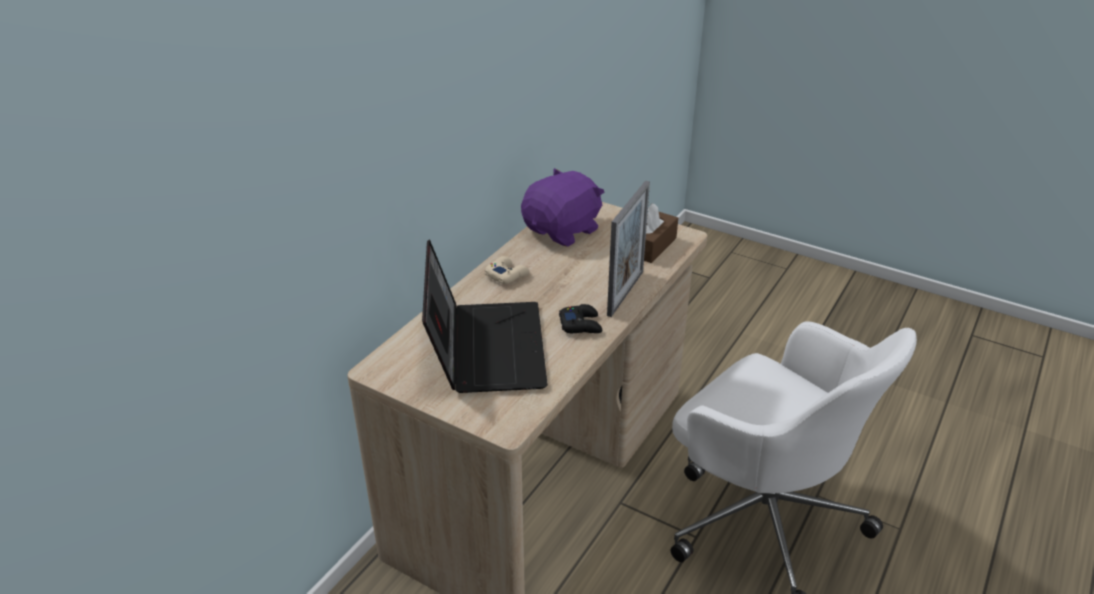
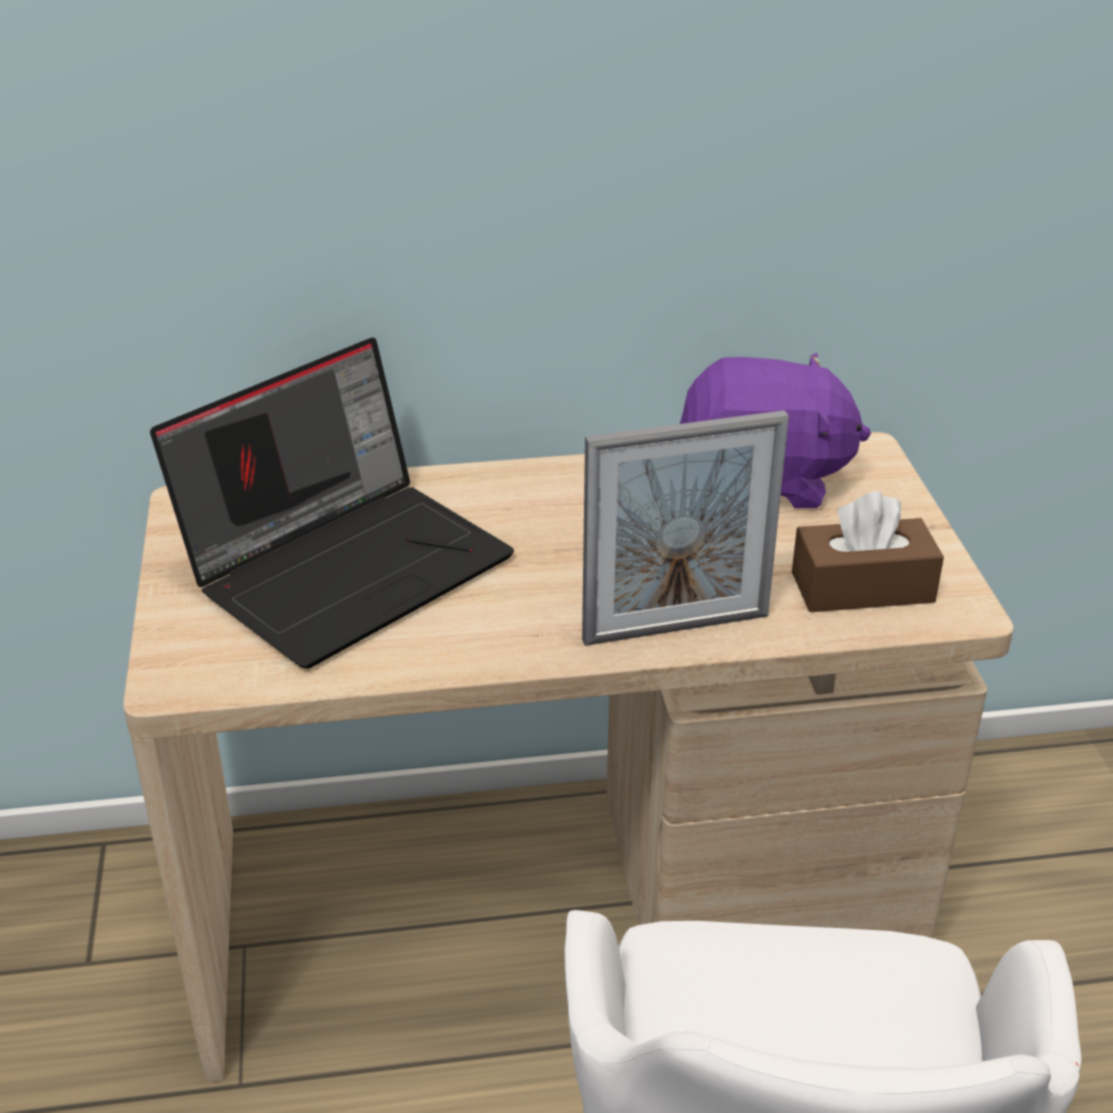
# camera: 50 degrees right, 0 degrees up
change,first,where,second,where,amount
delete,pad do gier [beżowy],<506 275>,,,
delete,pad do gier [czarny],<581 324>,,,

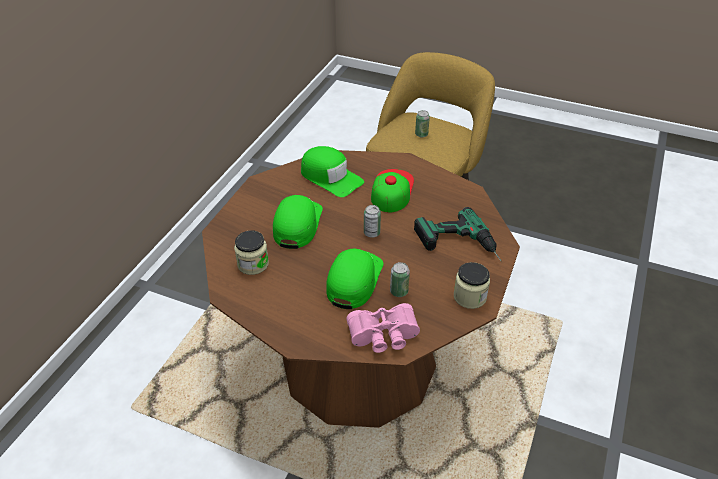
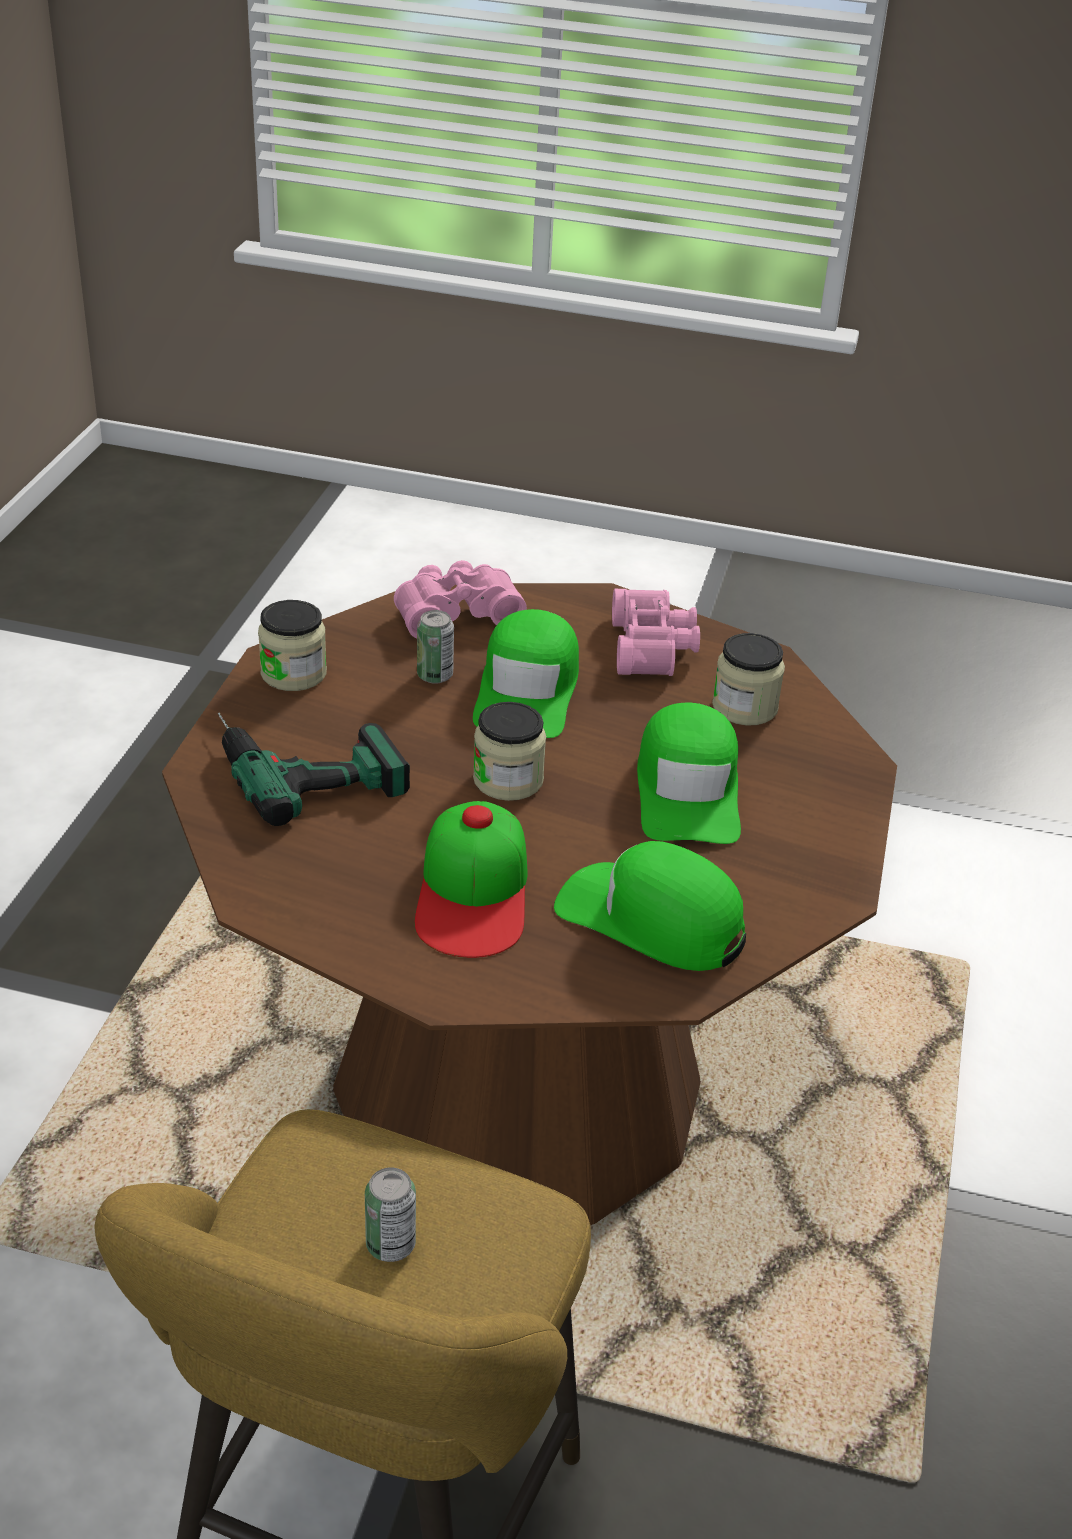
# camera: 170 degrees right, 5 degrees down
change,first,where,second,where,amount
insert,,,lornetka [różowy],<654 647>,
replace,puszka,<371 233>,słoik,<508 780>,

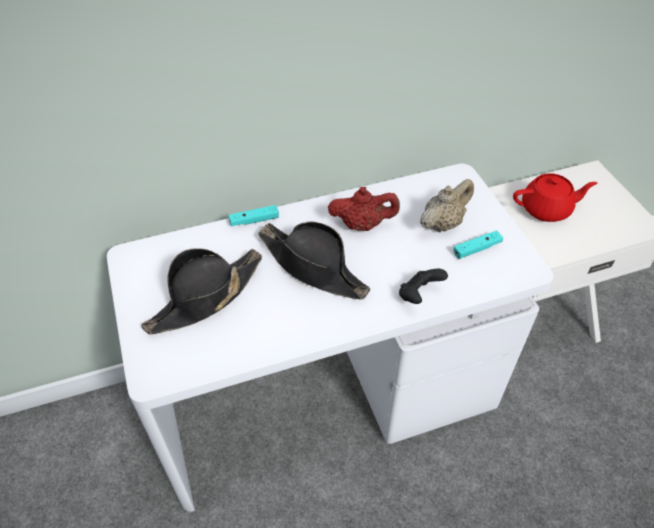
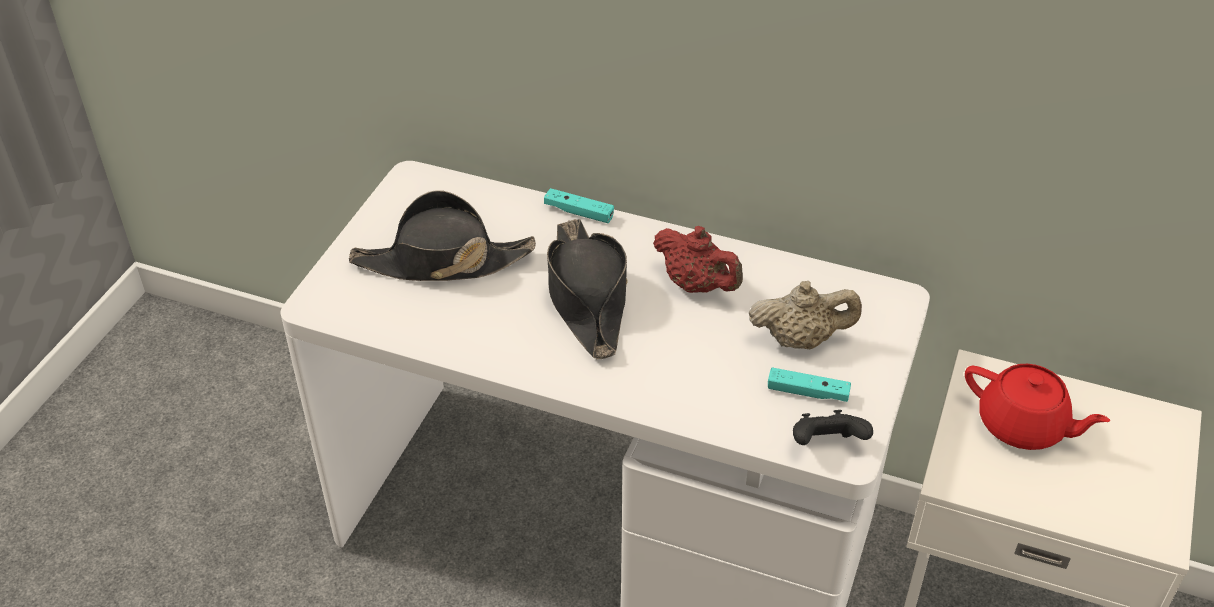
# camera: 40 degrees right, 5 degrees down
change,first,where,second,where,amount
move,pad do gier [czarny],<418 295>,,<826 445>,

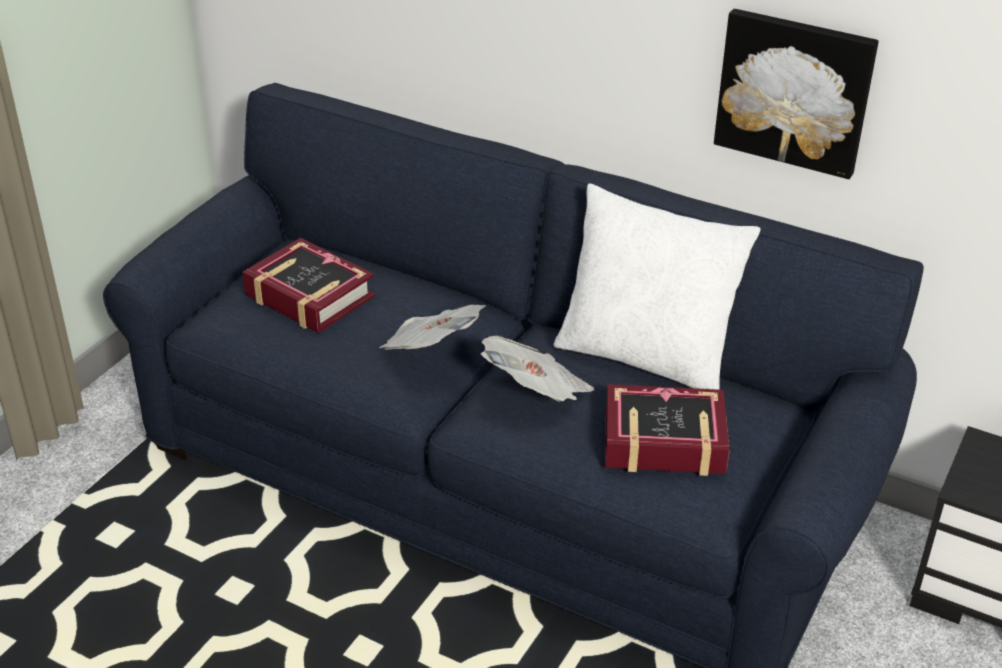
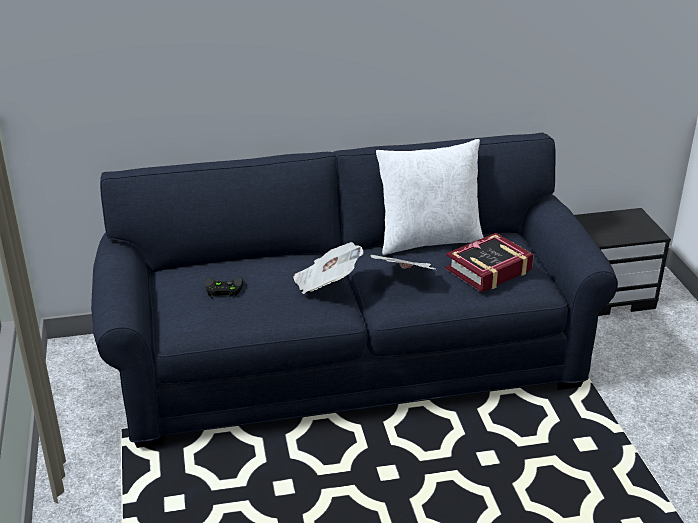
# camera: 40 degrees left, 5 degrees down
change,first,where,second,where,amount
delete,obraz,<794 91>,,,
replace,książka,<309 296>,pad do gier [czarny],<222 289>,

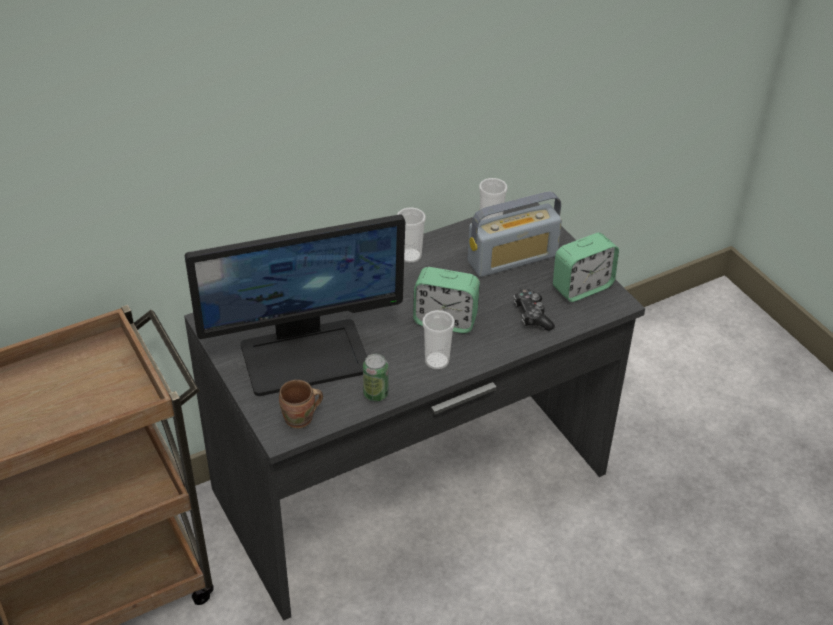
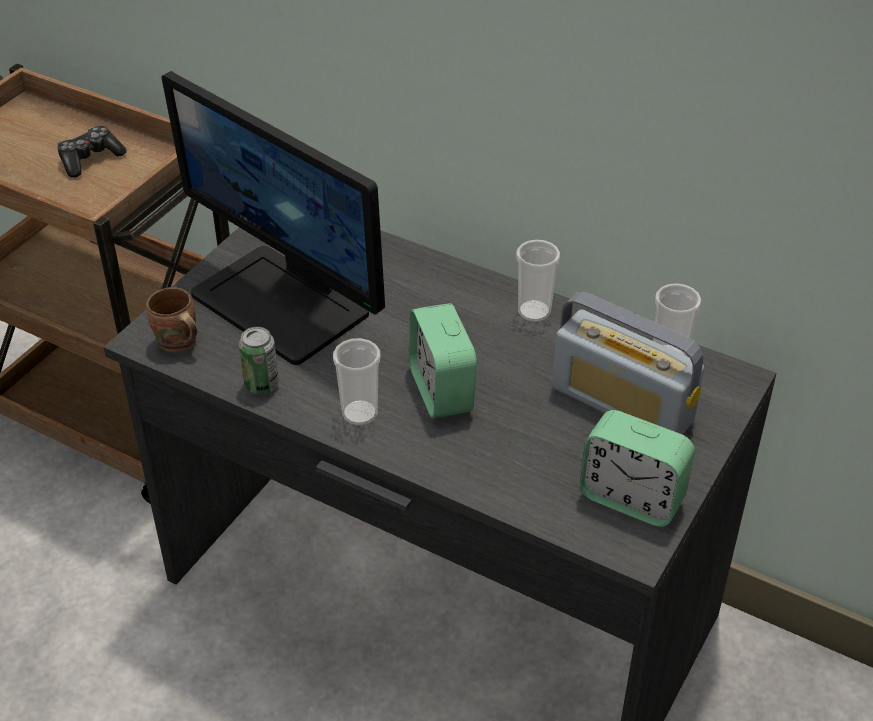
# camera: 60 degrees right, 0 degrees up
change,first,where,second,where,amount
move,pad do gier,<532 315>,,<90 159>,

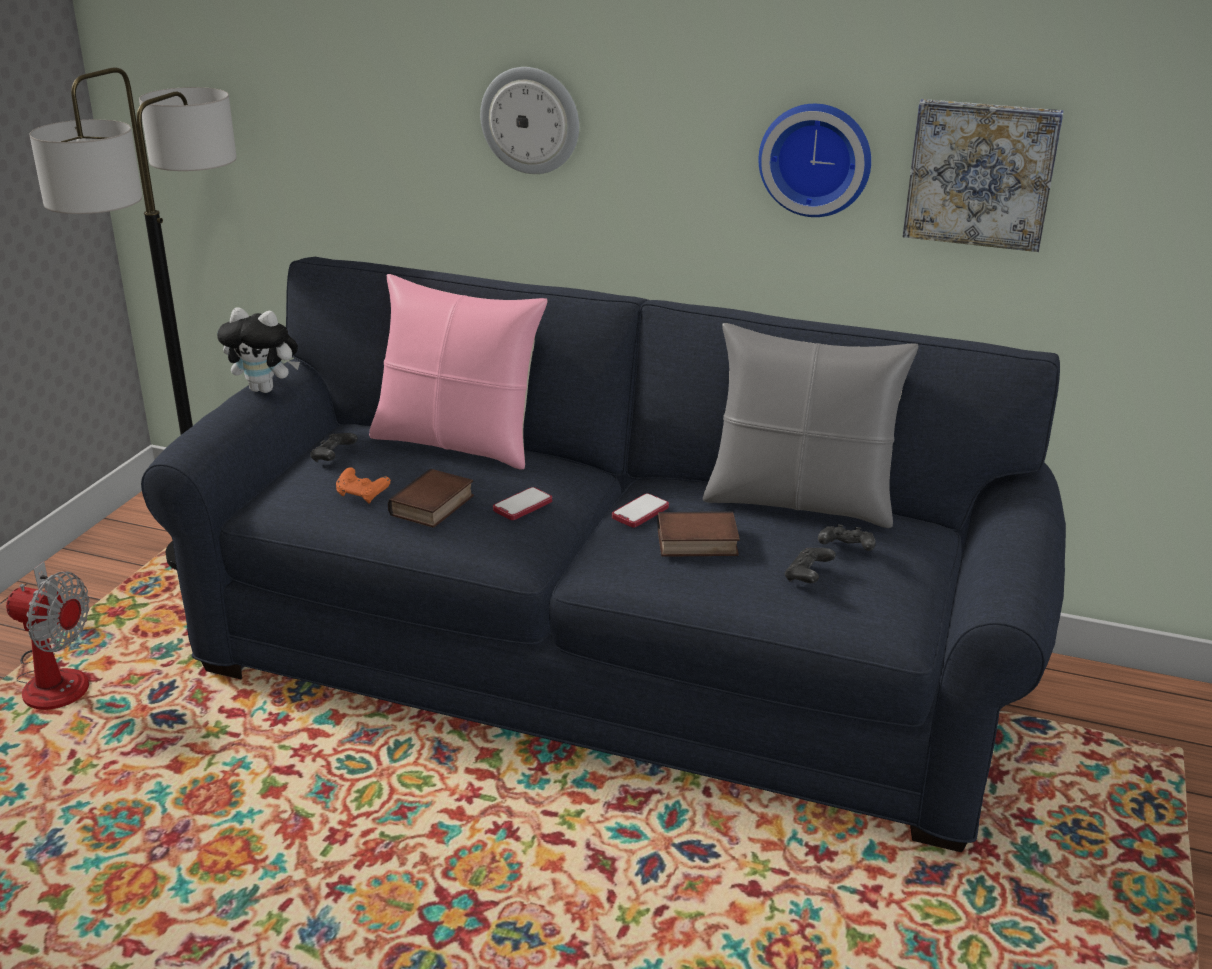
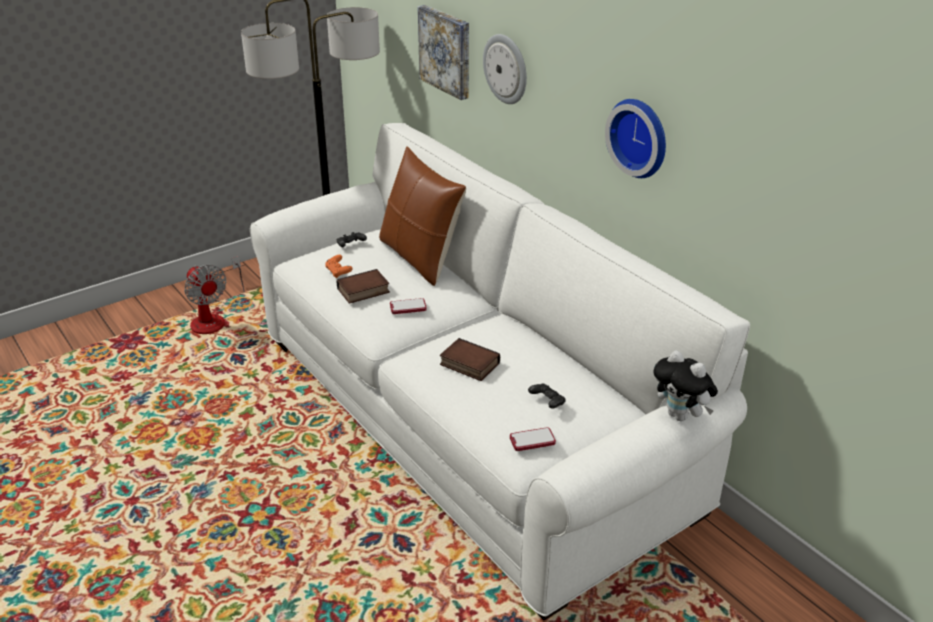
# camera: 35 degrees right, 5 degrees up
change,first,where,second,where,amount
delete,poduszka [szary],<799 502>,,,
delete,pad do gier [czarny],<808 577>,,,
move,pluszak,<266 389>,,<681 416>,
move,telefon,<640 512>,,<532 440>,
move,obraz,<981 173>,,<446 51>,
recolor,kanapa [niebieski],<604 664>,kanapa [biały],<466 420>,
recolor,poduszka [różowy],<457 443>,poduszka [brązowy],<420 258>,

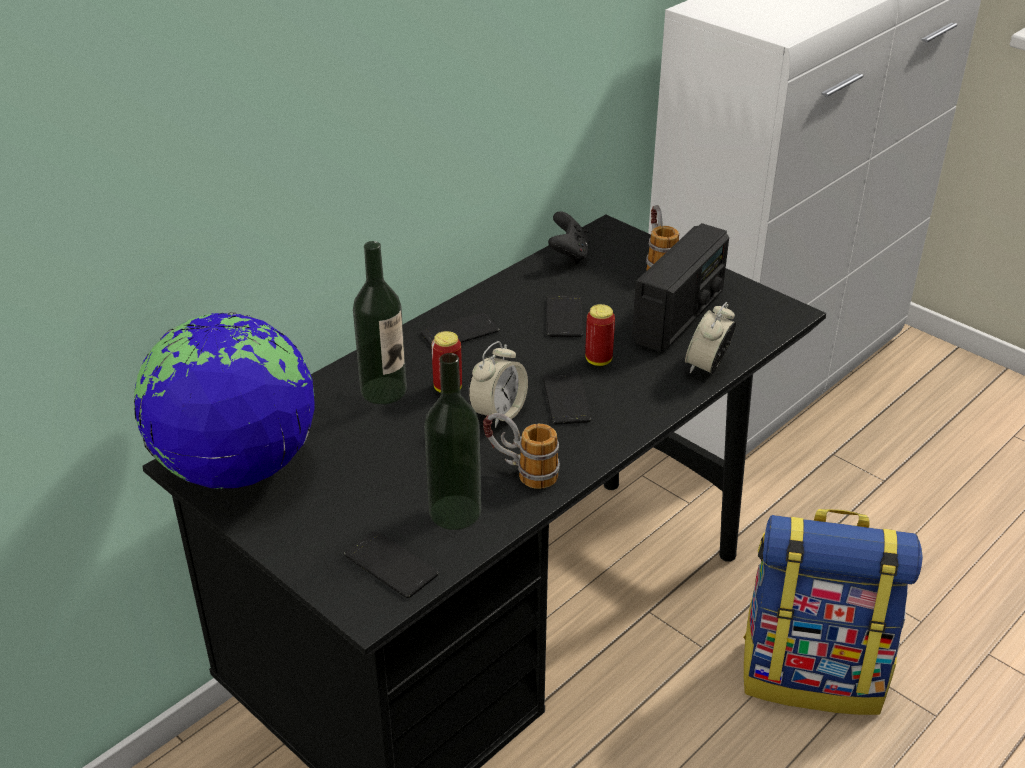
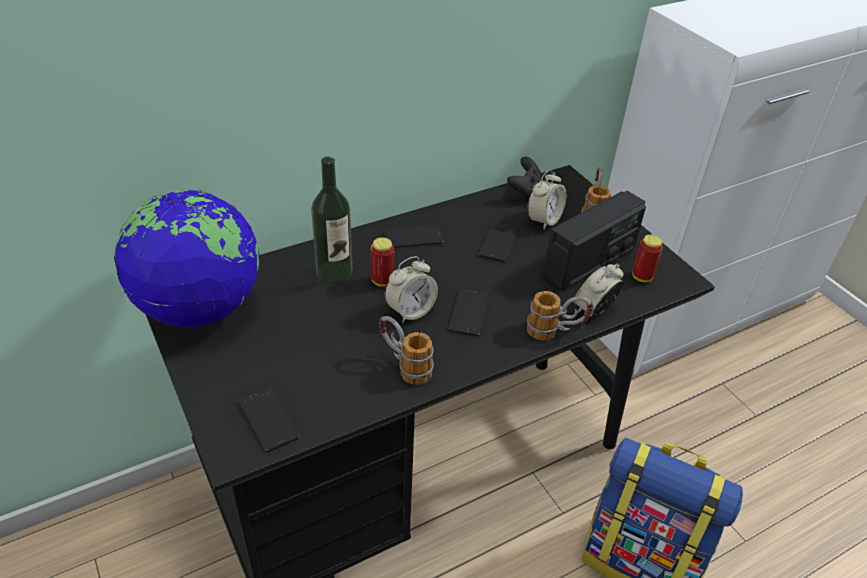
# camera: 15 degrees right, 5 degrees up
change,first,where,second,where,amount
delete,butelka,<455 512>,,,
insert,,,budzik,<543 220>,
insert,,,kubek,<555 332>,
move,puszka,<598 360>,,<641 277>,

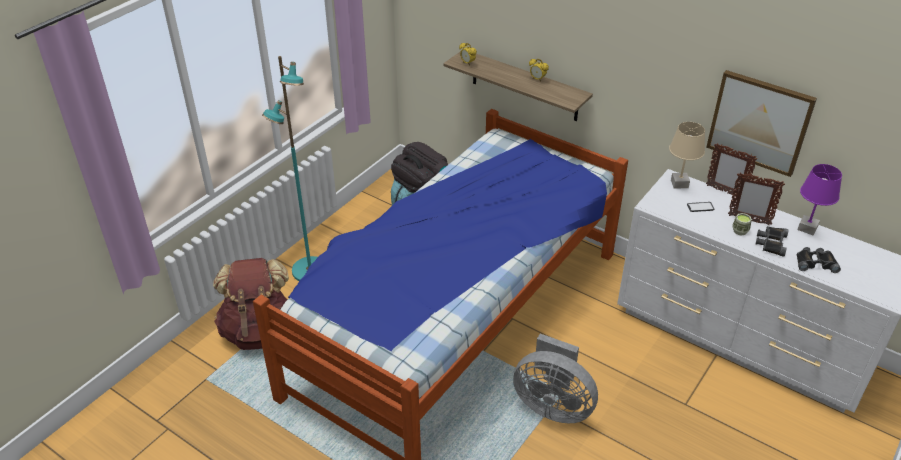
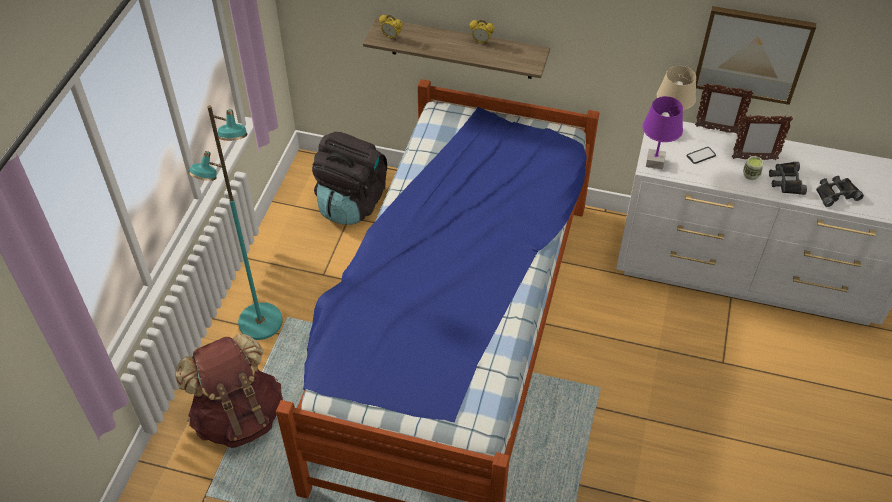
# camera: 20 degrees left, 10 degrees up
change,first,where,second,where,amount
delete,wentylator [szary],<552 405>,,,
move,lampa stołowa [fioletowy],<807 228>,,<655 162>,

